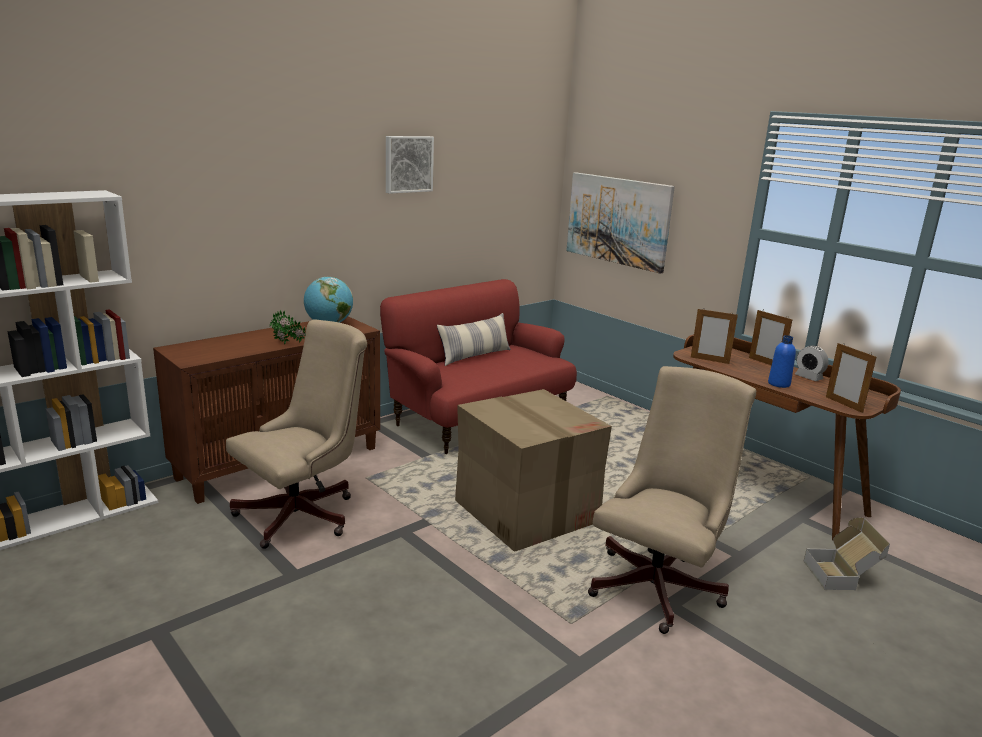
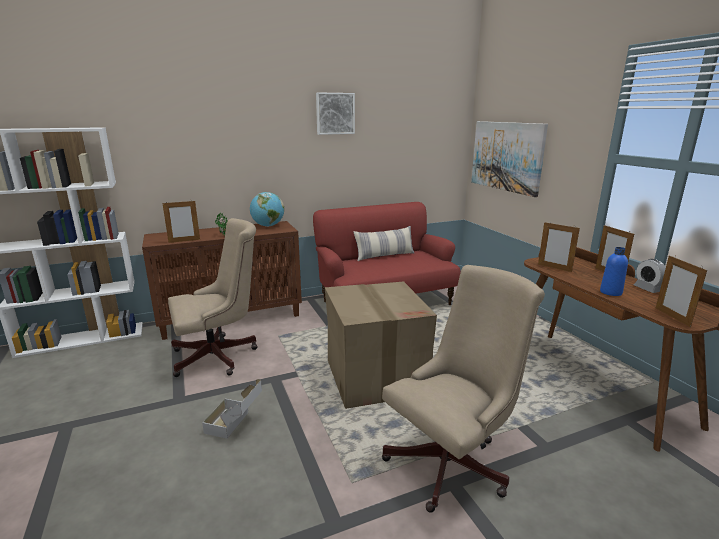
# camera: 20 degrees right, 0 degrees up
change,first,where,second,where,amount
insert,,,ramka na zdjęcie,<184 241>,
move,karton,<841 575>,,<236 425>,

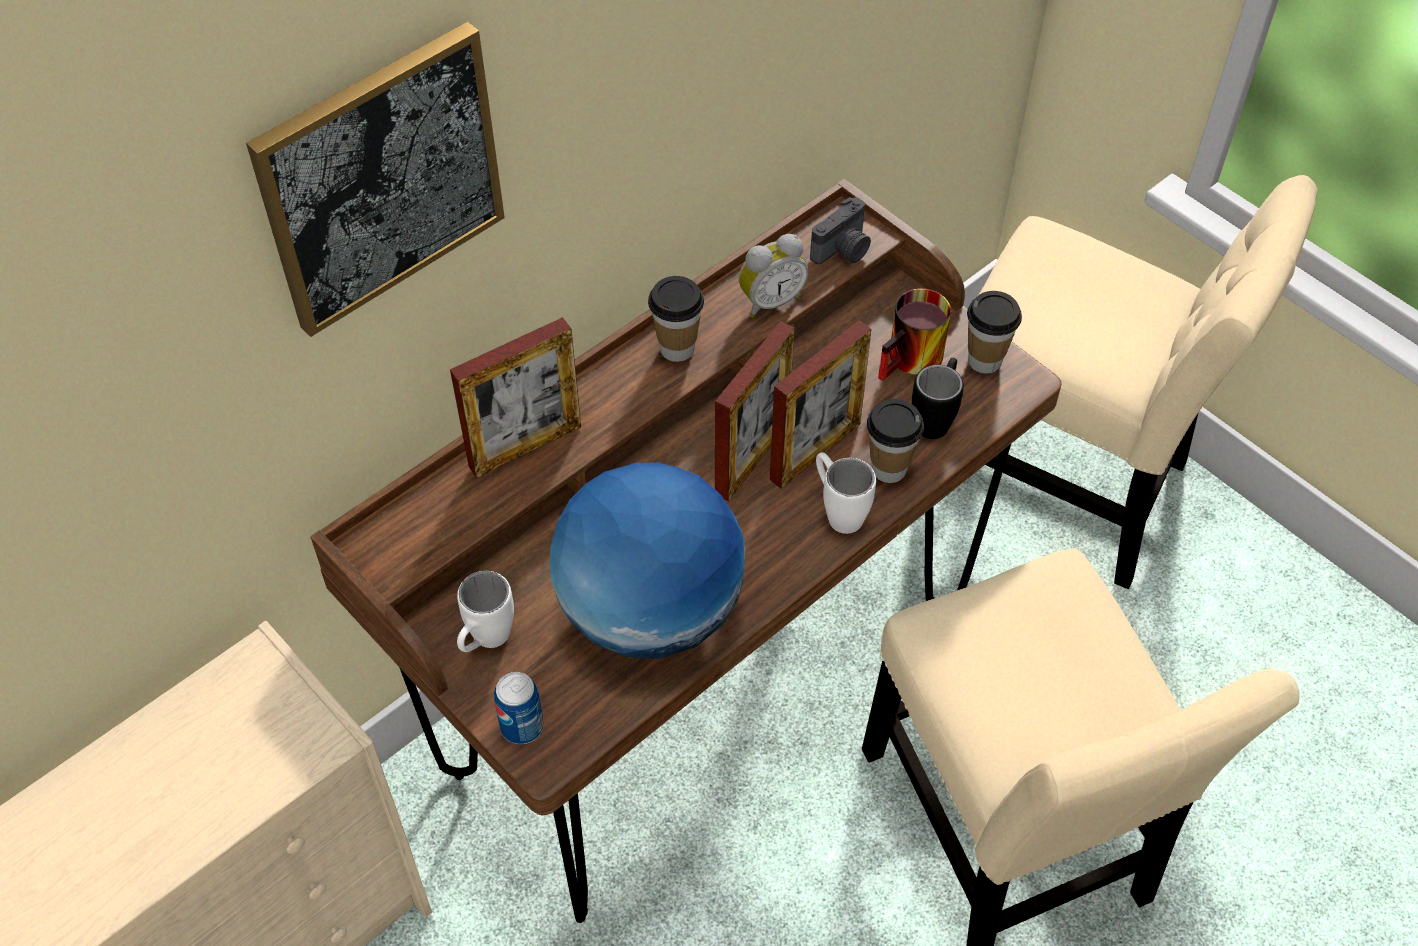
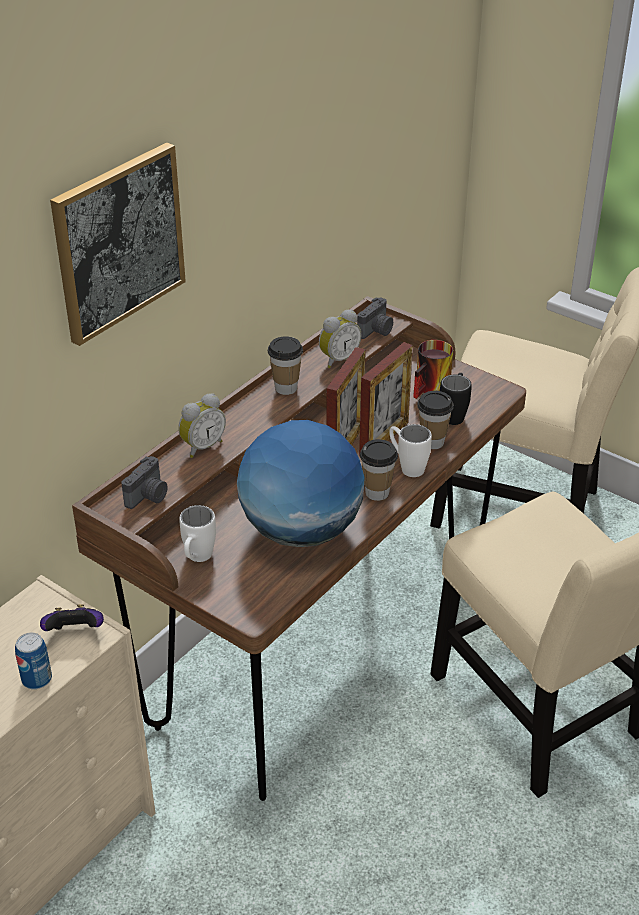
# camera: 10 degrees left, 15 degrees down
change,first,where,second,where,amount
insert,,,pad do gier,<75 633>,
insert,,,aparat fotograficzny,<148 496>,
move,puszka,<522 726>,,<37 679>,
move,filiżanka,<985 360>,,<377 492>,
replace,ramka na zdjęcie,<525 447>,budzik,<202 446>,

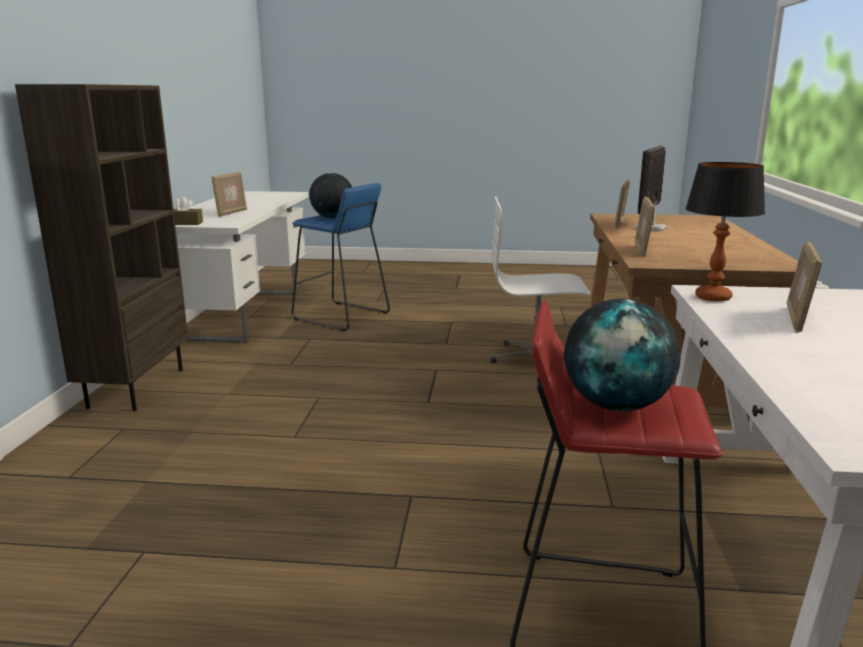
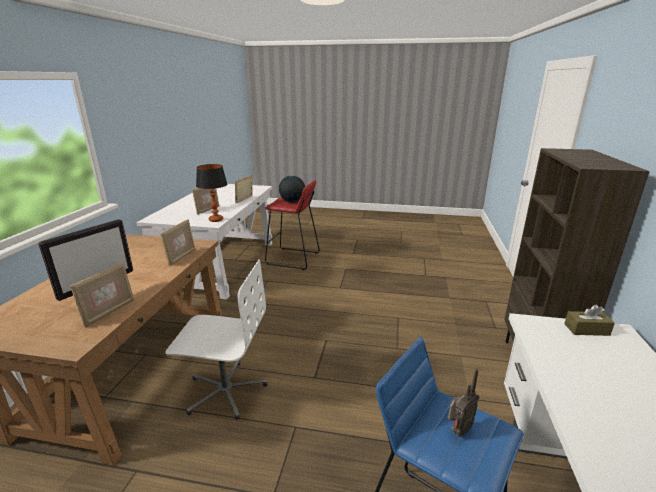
# camera: 175 degrees left, 5 degrees up
change,first,where,second,where,amount
move,ramka na zdjęcie,<231 213>,,<245 199>,
replace,globus,<332 217>,radio,<458 431>,

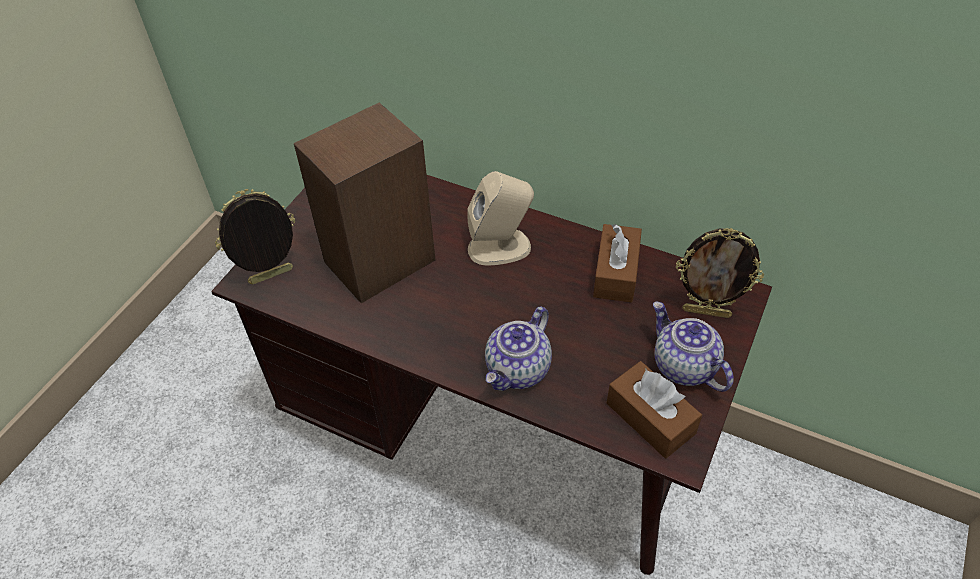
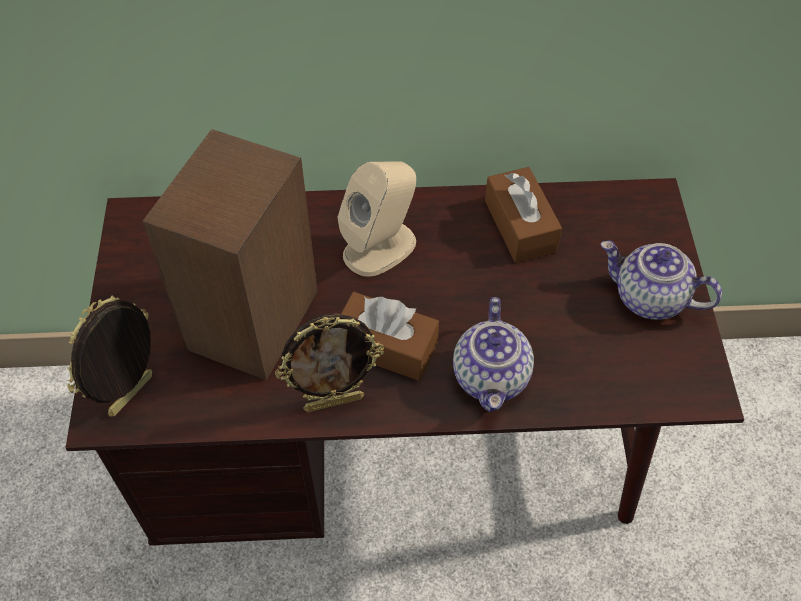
# camera: 30 degrees left, 5 degrees up
change,first,where,second,where,amount
move,pudełko chusteczek [brązowy],<650 418>,,<386 346>,
move,ramka na zdjęcie,<706 312>,,<334 402>,

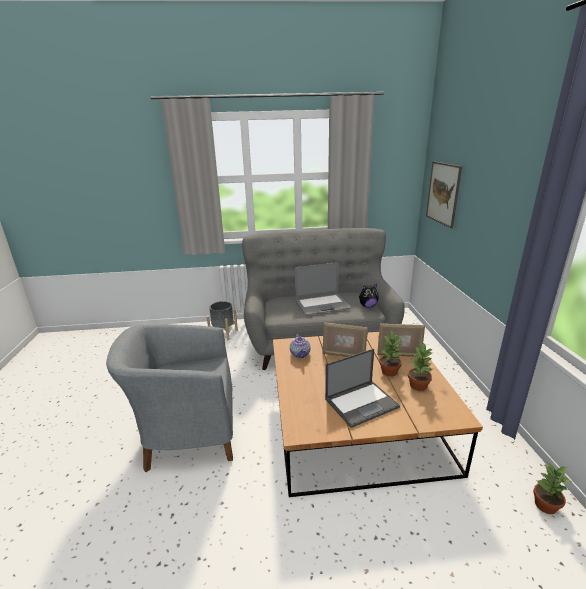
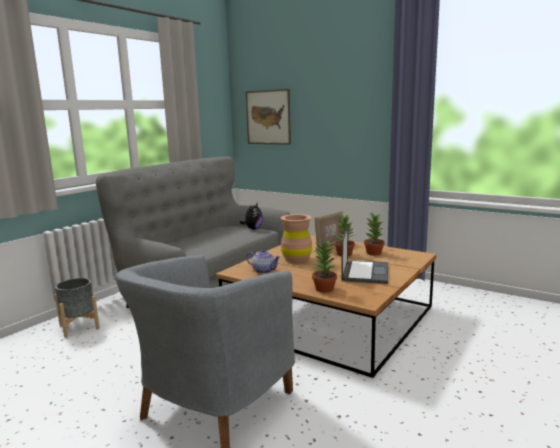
# camera: 50 degrees left, 10 degrees down
change,first,where,second,where,amount
delete,laptop,<322 305>,,,
move,roślina doniczkowa,<544 505>,,<324 289>,
replace,ramka na zdjęcie,<343 355>,wazon [brązowy],<296 259>,

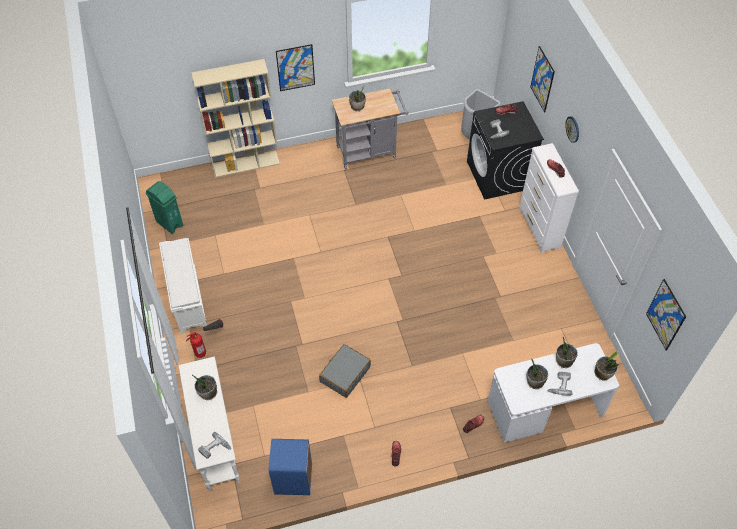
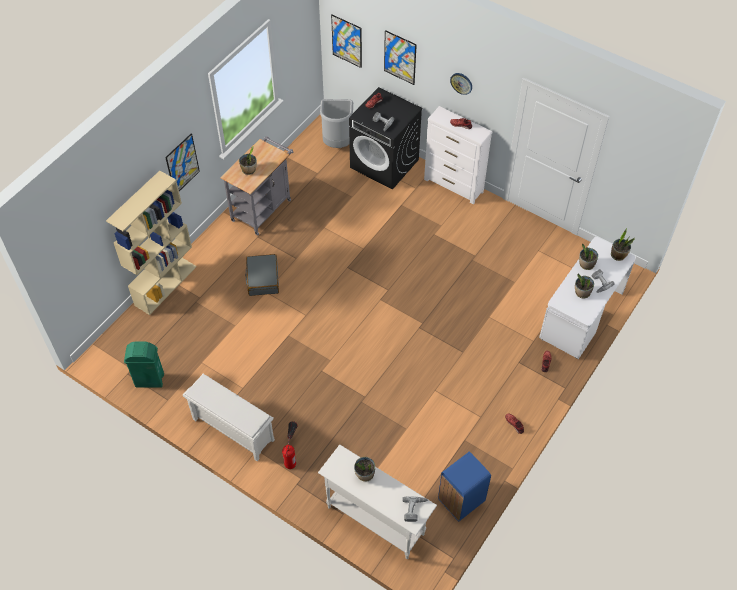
# camera: 40 degrees left, 0 degrees up
change,first,where,second,where,amount
move,walizka [szary],<345 374>,,<262 279>,
move,obraz,<665 315>,,<347 41>,

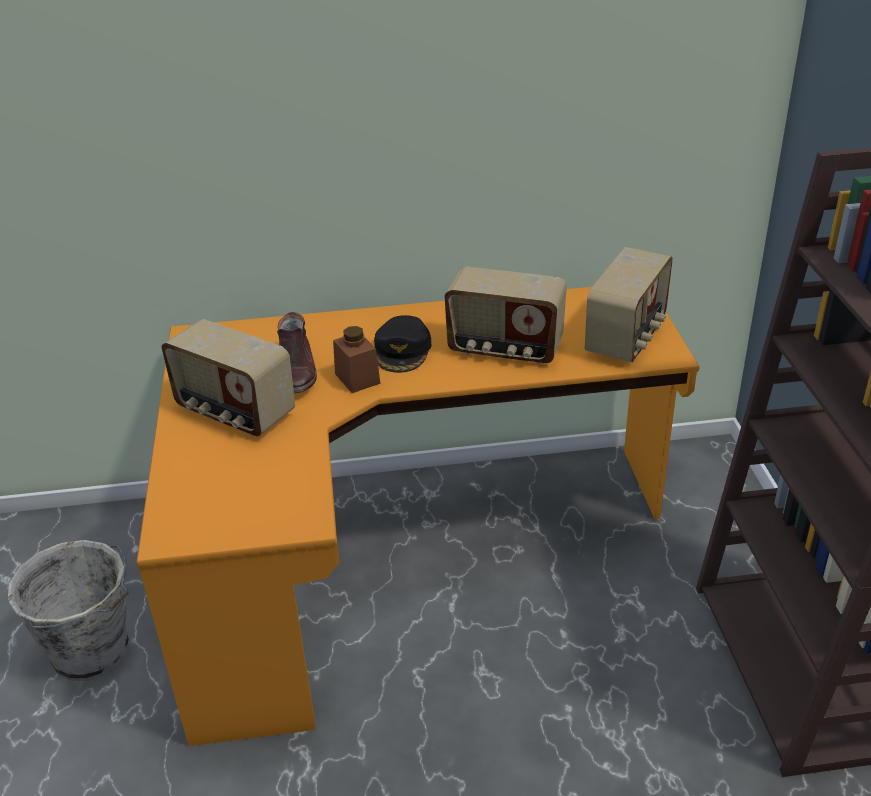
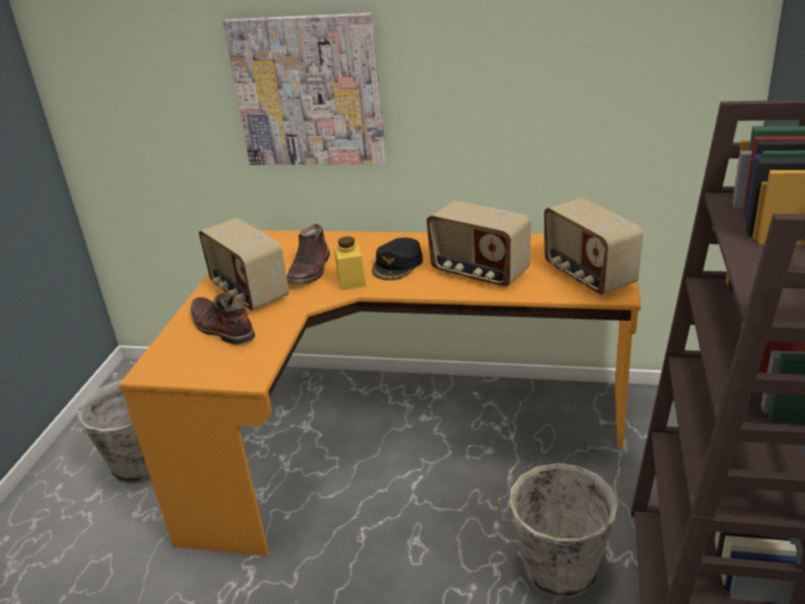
# camera: 20 degrees right, 5 degrees down
change,first,where,second,where,amount
insert,,,but z cholewką [brązowy],<221 328>,
insert,,,obraz,<308 92>,
insert,,,wiadro [szary],<556 570>,
recolor,słoik [brązowy],<357 378>,słoik [żółty],<351 280>,
rotate,radio,<627 337>,,<588 276>,105 degrees clockwise

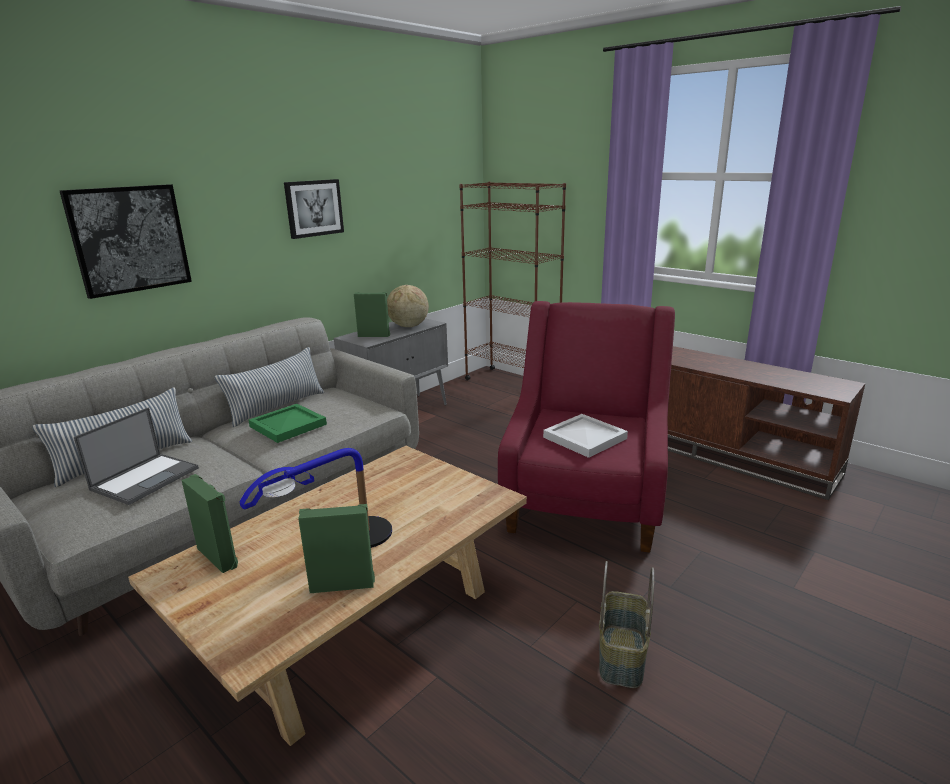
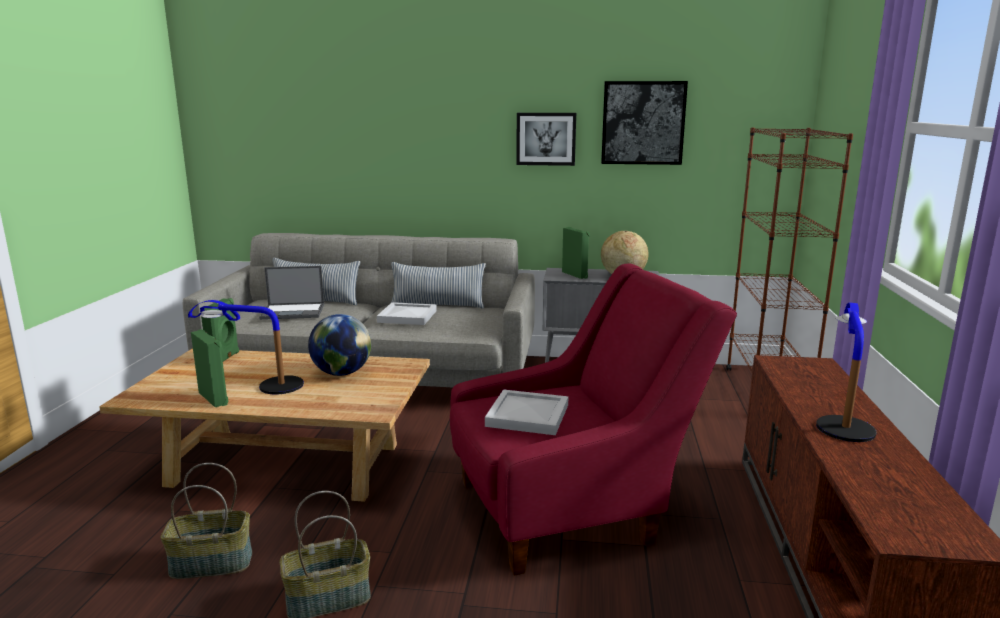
# camera: 55 degrees right, 5 degrees down
change,first,where,second,where,amount
insert,,,koszyk,<210 564>,
insert,,,globus,<342 373>,
insert,,,lampa stołowa,<843 417>,
move,obraz,<129 239>,,<643 123>,
recolor,taca [zielony],<287 426>,taca [biały],<406 316>,

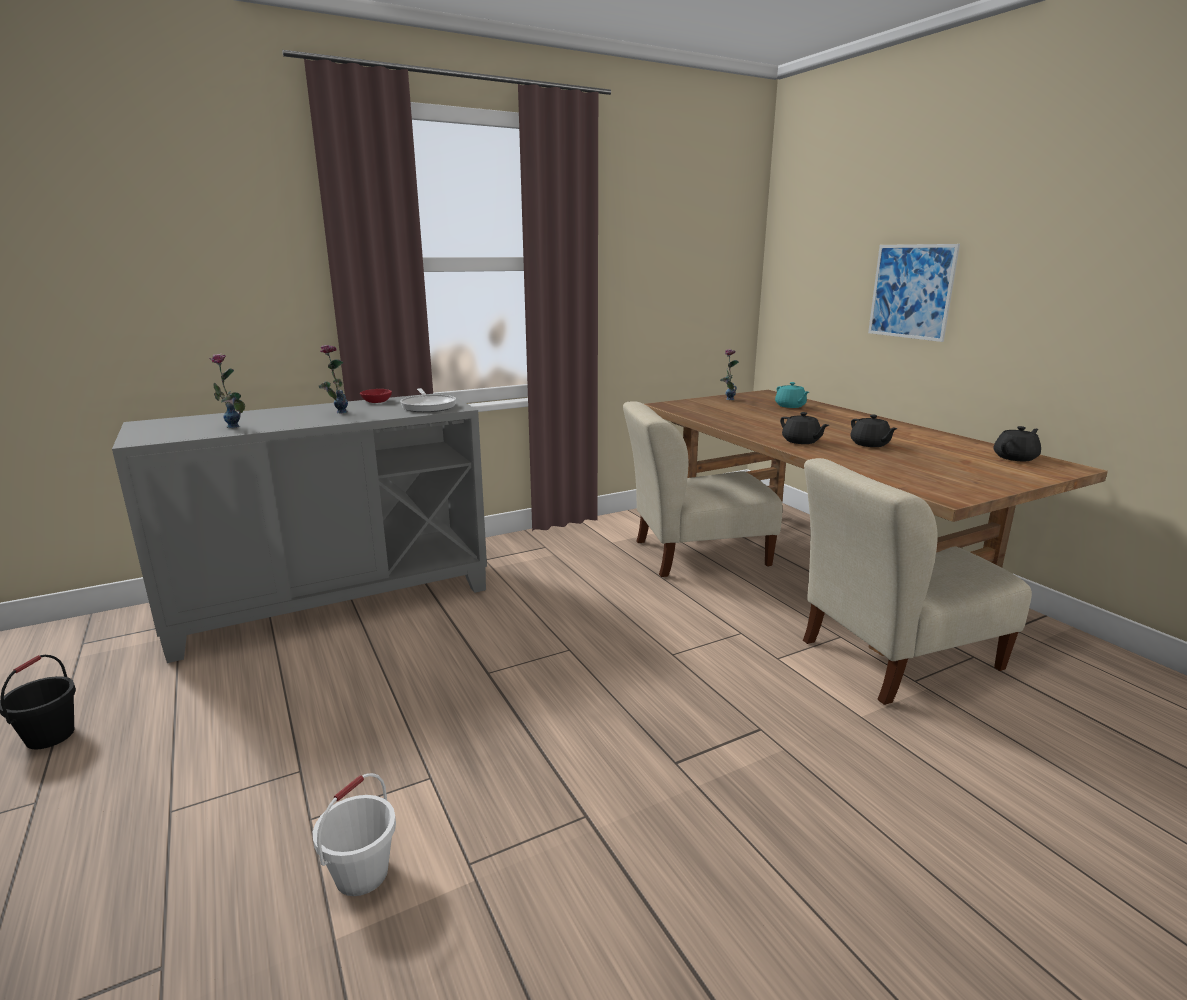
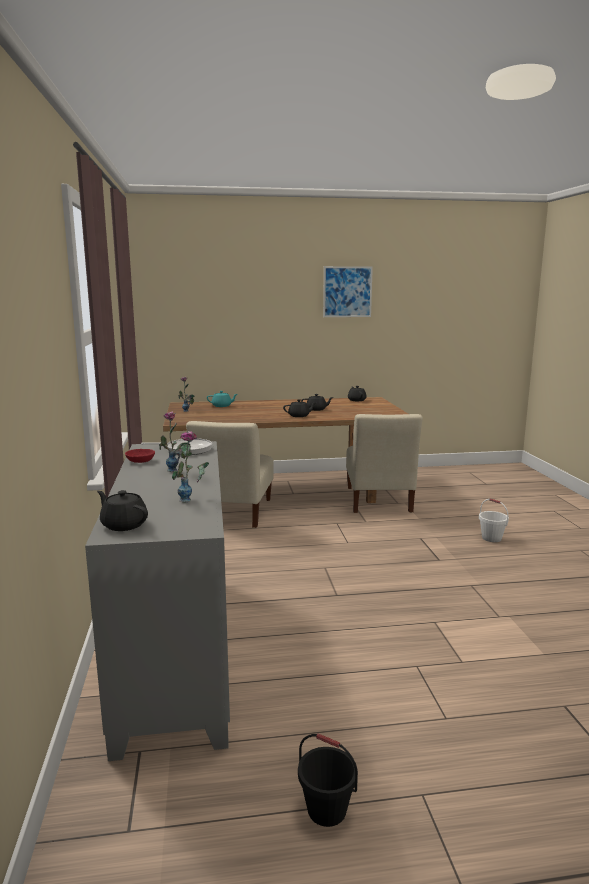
# camera: 70 degrees left, 5 degrees down
change,first,where,second,where,amount
insert,,,imbryk [czarny],<124 525>,
move,wiadro [biały],<361 873>,,<491 538>,
move,obraz,<911 291>,,<347 292>,

